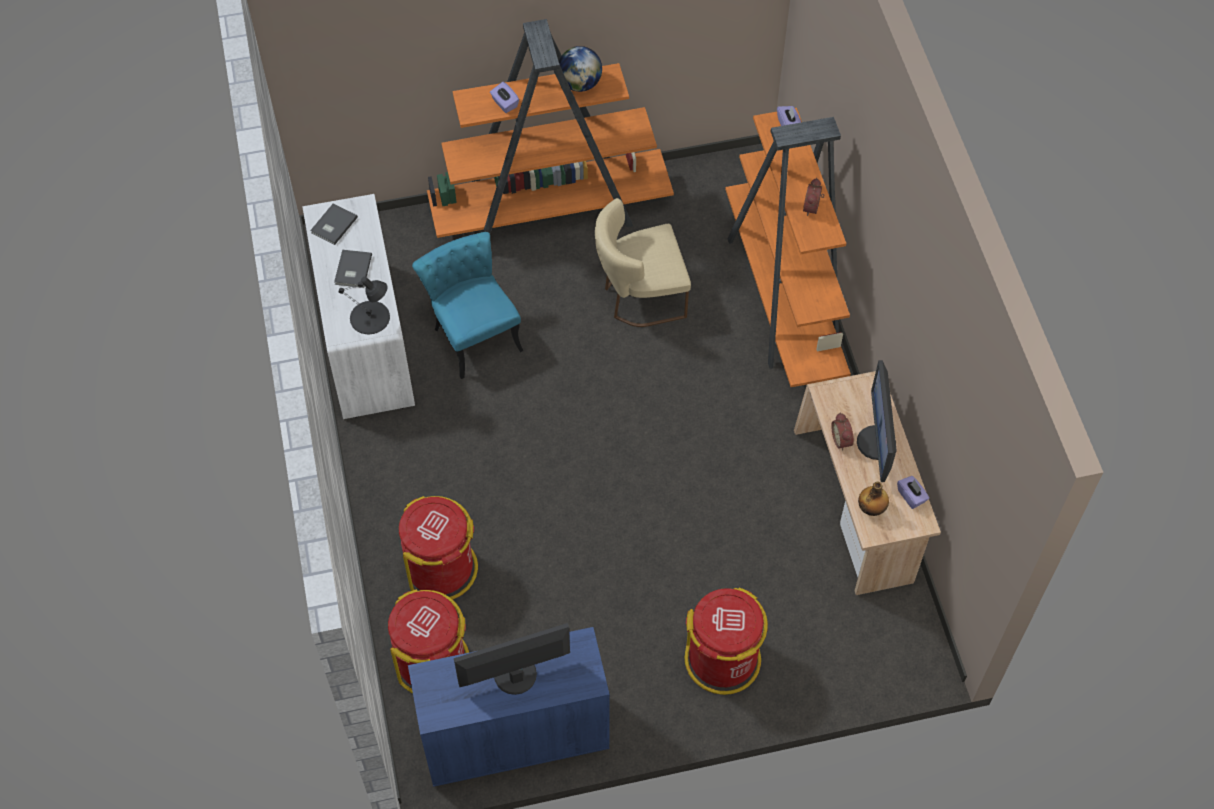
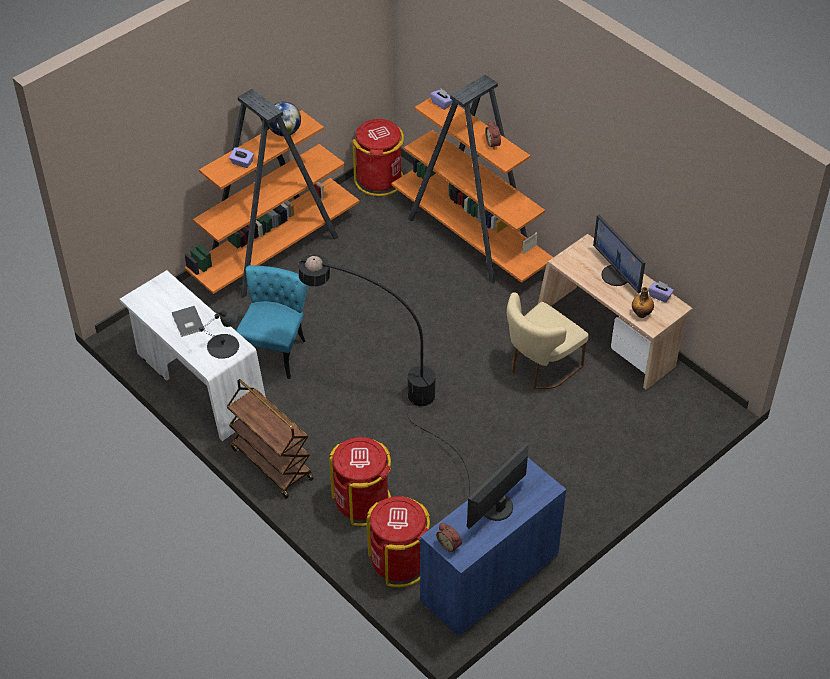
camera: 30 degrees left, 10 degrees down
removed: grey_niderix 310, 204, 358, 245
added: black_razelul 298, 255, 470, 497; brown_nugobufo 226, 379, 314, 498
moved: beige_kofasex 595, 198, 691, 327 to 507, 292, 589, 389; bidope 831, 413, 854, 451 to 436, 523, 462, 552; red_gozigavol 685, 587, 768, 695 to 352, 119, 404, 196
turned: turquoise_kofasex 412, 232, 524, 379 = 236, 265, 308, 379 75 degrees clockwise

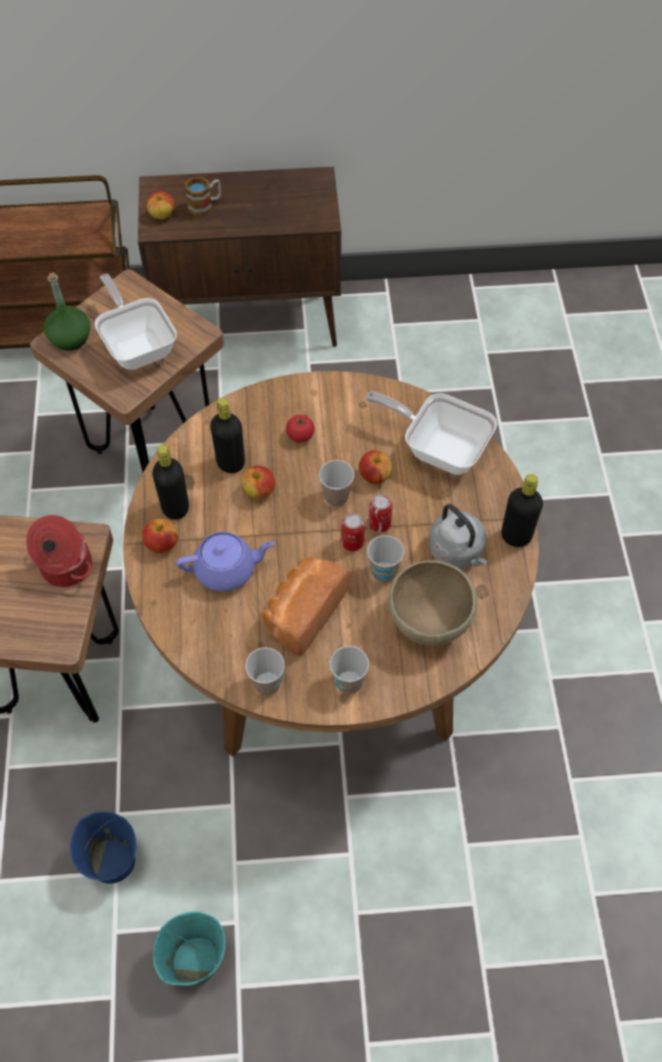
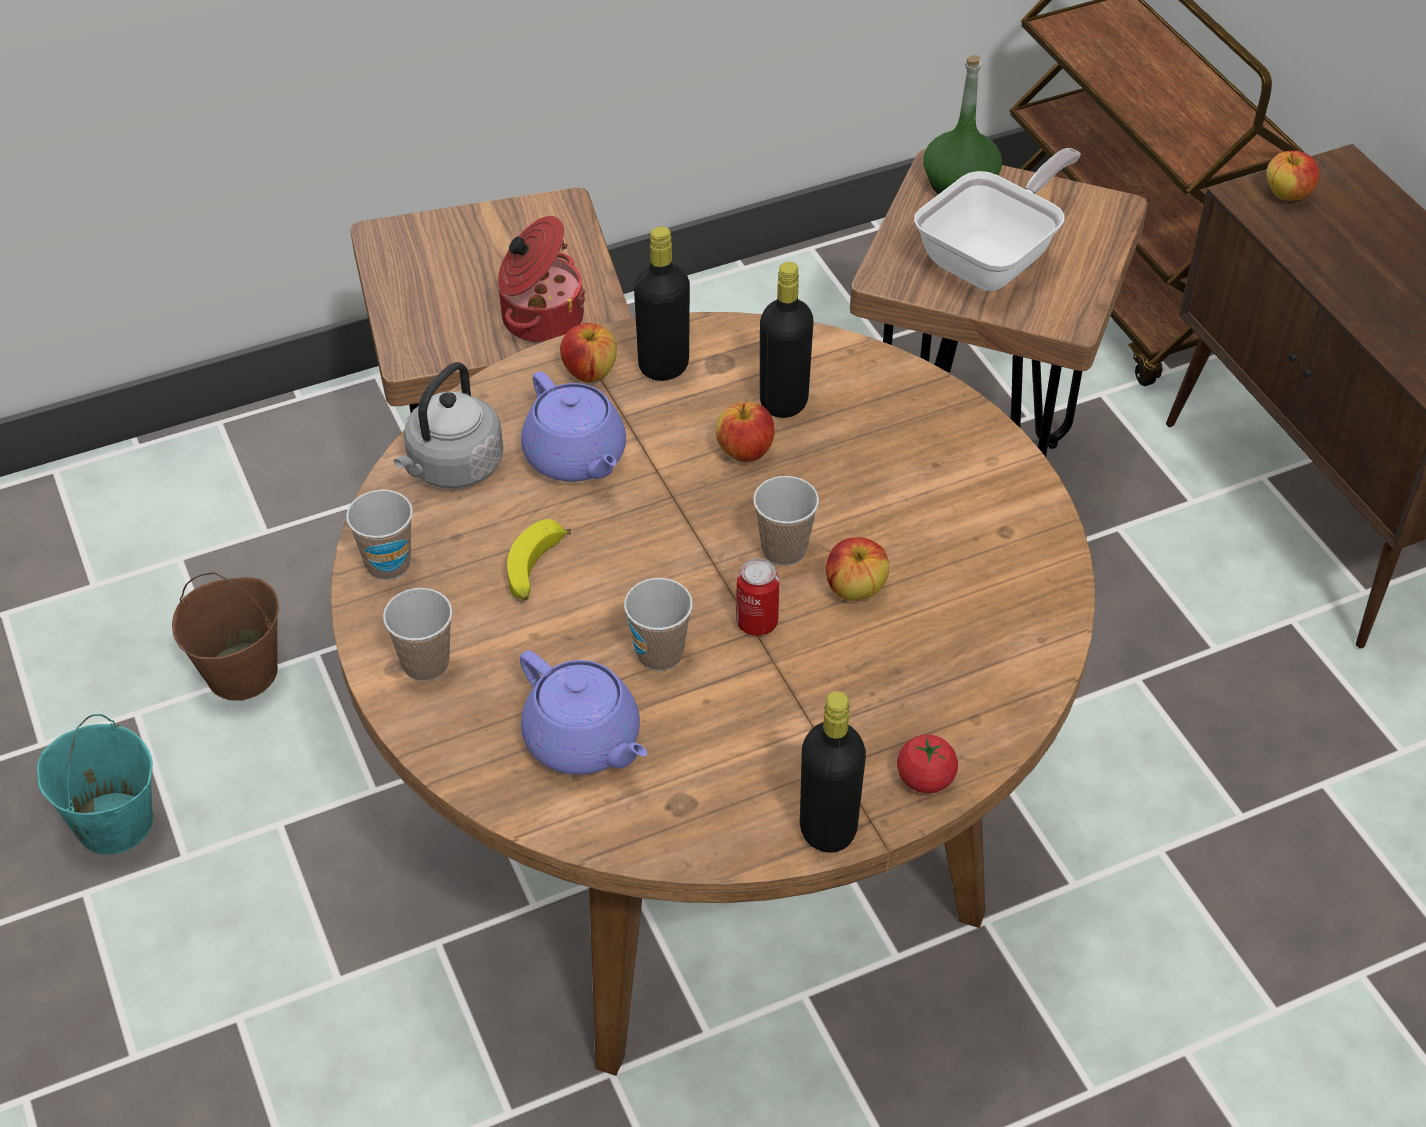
camera: 70 degrees right, 10 degrees down
removed: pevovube 185, 177, 221, 217; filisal 365, 391, 497, 475; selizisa 341, 513, 365, 551
moved: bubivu 286, 415, 315, 442 to 897, 735, 958, 793; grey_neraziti 429, 504, 488, 569 to 393, 362, 504, 488
replaced: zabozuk 262, 557, 350, 656 to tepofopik 507, 519, 571, 600; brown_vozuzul 388, 560, 477, 646 to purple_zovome 520, 651, 647, 775
recoloured: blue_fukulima 70, 812, 136, 884 to brown_fukulima 172, 572, 279, 701

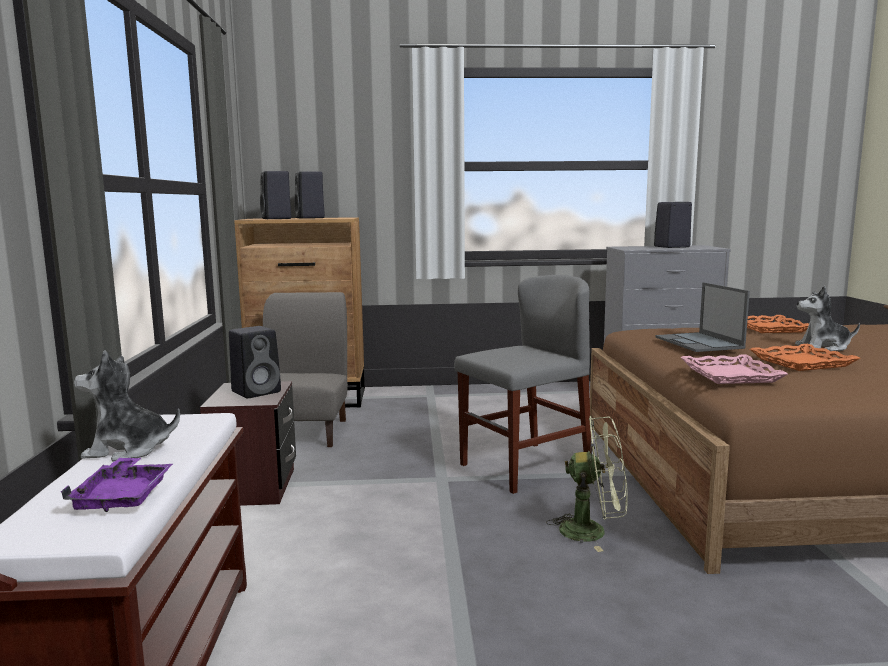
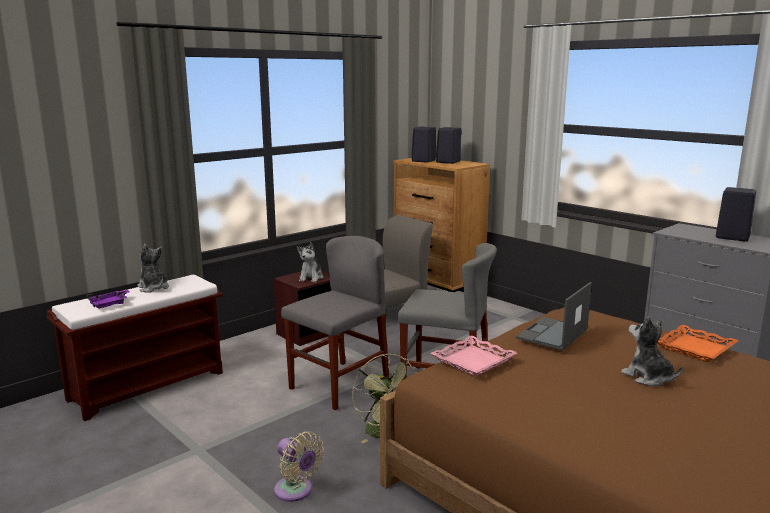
camera: 50 degrees right, 5 degrees up
removed: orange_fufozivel 750, 344, 860, 371
added: grey_kofasex 281, 236, 389, 410; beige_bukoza 274, 432, 324, 502
replaced: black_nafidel 229, 326, 281, 398 to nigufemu 297, 242, 324, 282

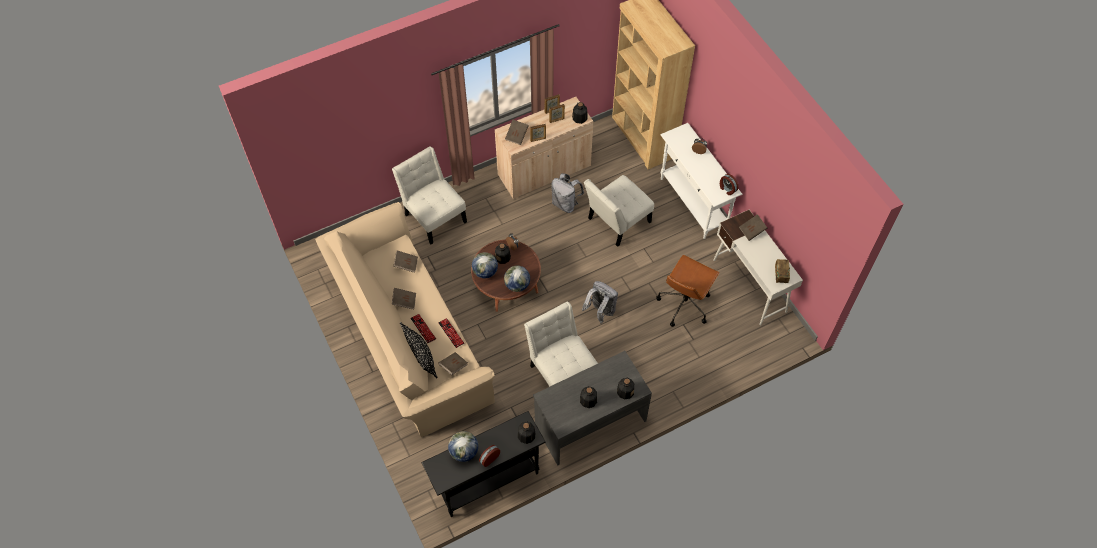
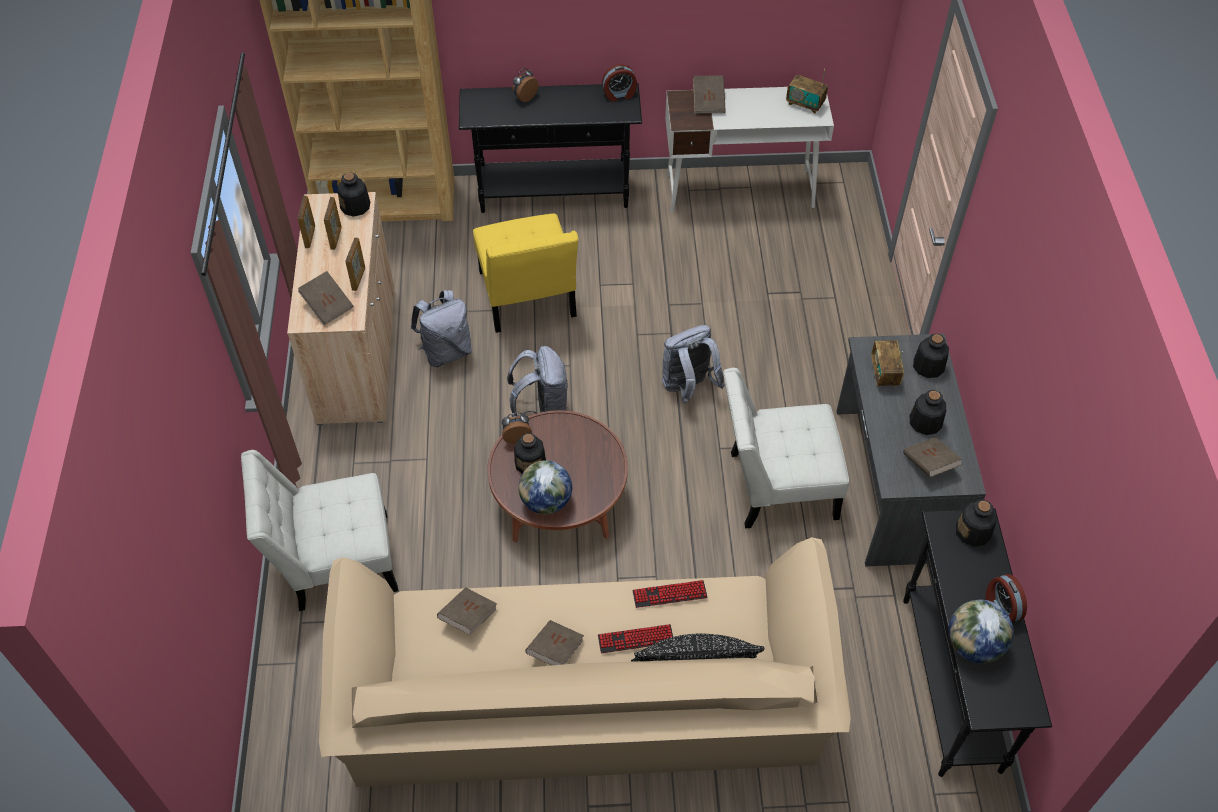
camera: 65 degrees left, 5 degrees down
removed: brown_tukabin 656, 255, 720, 327; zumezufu 504, 266, 530, 292
added: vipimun 871, 340, 904, 387; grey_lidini 507, 346, 568, 417
moved: brown_niderix 439, 352, 468, 375 to 903, 437, 962, 477
recoloured: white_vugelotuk 660, 123, 742, 239 to black_vugelotuk 459, 83, 642, 213; white_kofasex 584, 175, 654, 247 to yellow_kofasex 473, 214, 578, 333

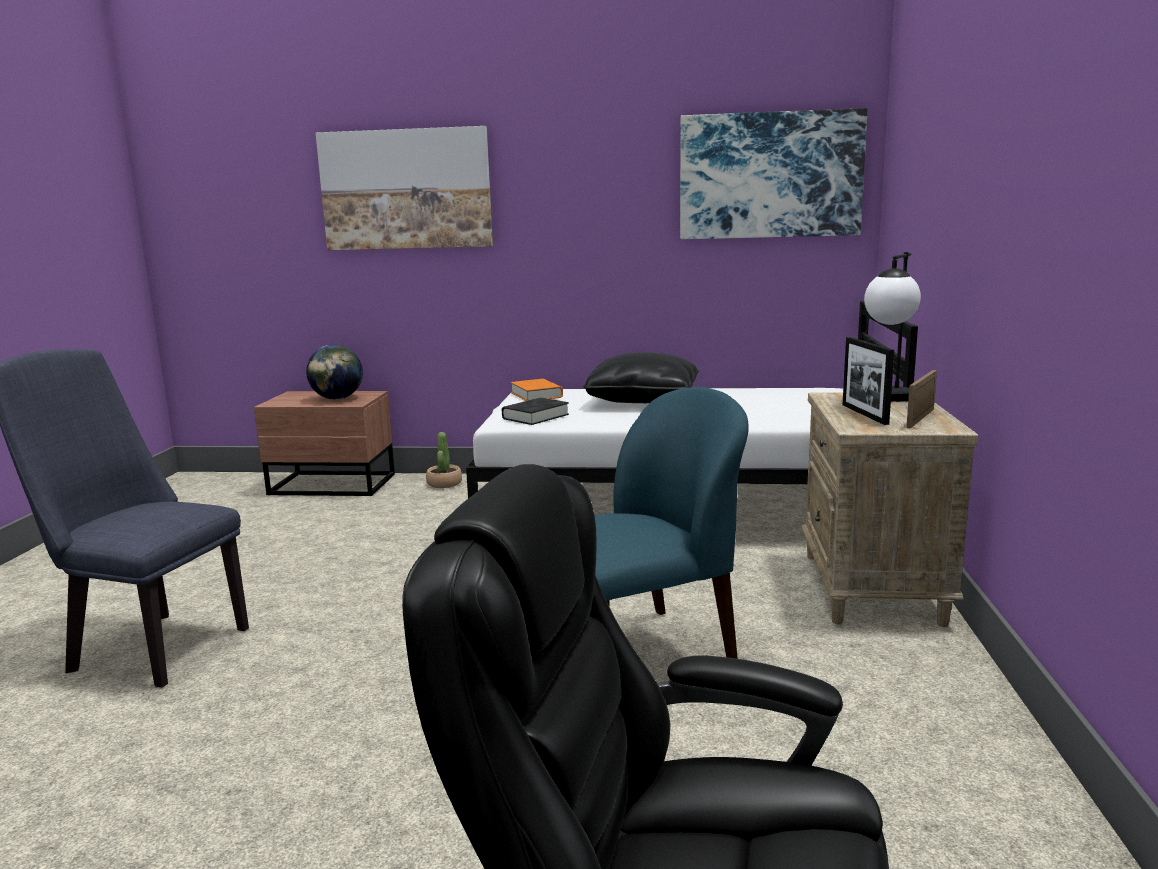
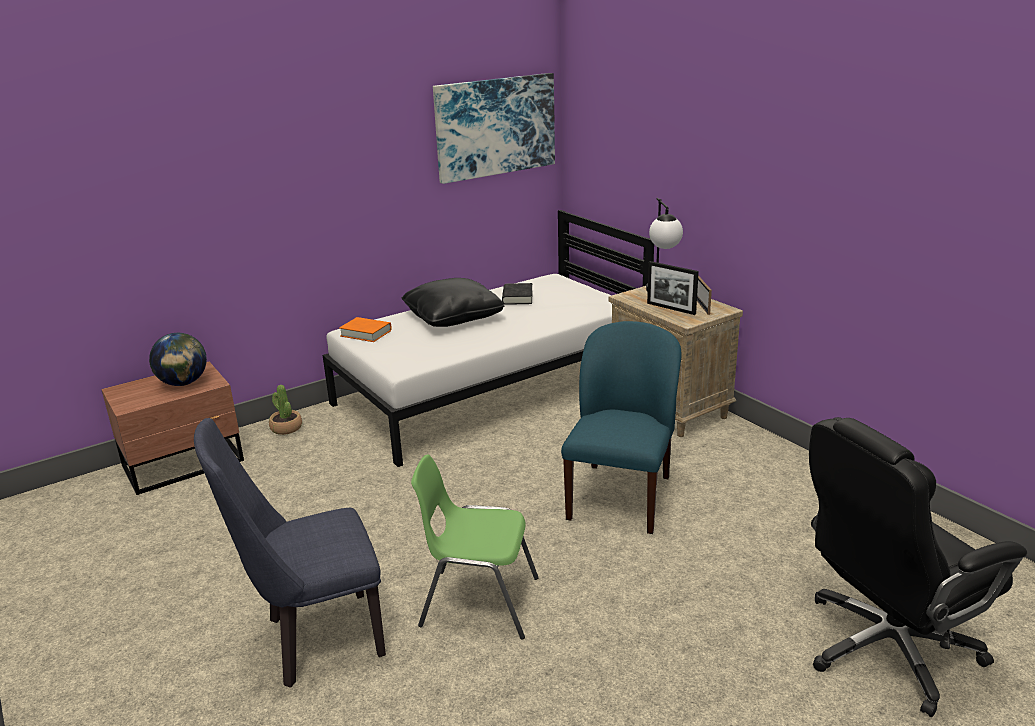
camera: 40 degrees left, 10 degrees up
removed: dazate 316, 126, 493, 250
added: green_kofasex 411, 454, 539, 640
moved: black_niderix 502, 398, 569, 425 to 502, 283, 533, 305

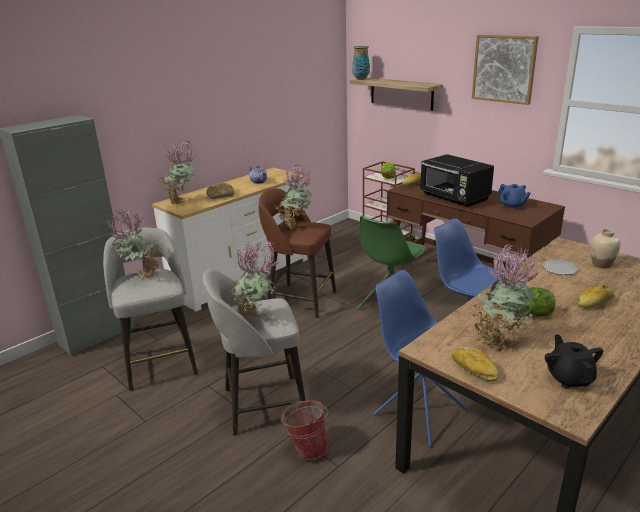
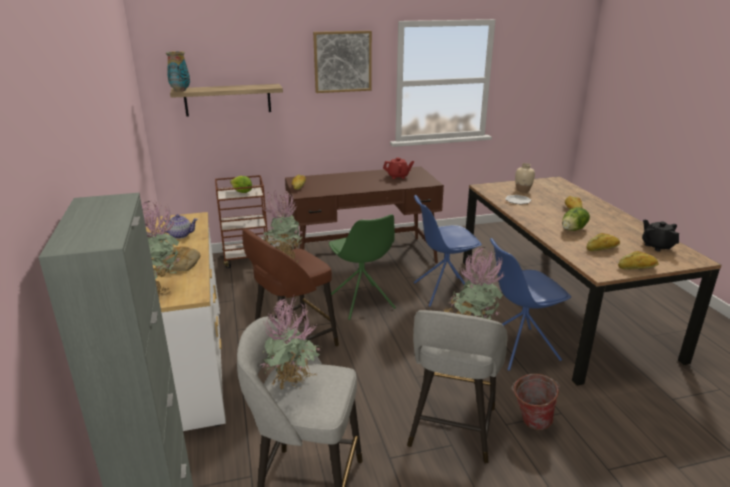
camera: 60 degrees left, 0 degrees up
removed: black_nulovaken 420, 154, 494, 207
replaced: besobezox 472, 244, 540, 352 to zabozuk 587, 233, 620, 251
recoloured: blue_zovome 498, 184, 531, 209 to red_zovome 383, 158, 414, 179
turned: black_zovome 545, 334, 603, 389 = 642, 220, 679, 251 45 degrees clockwise

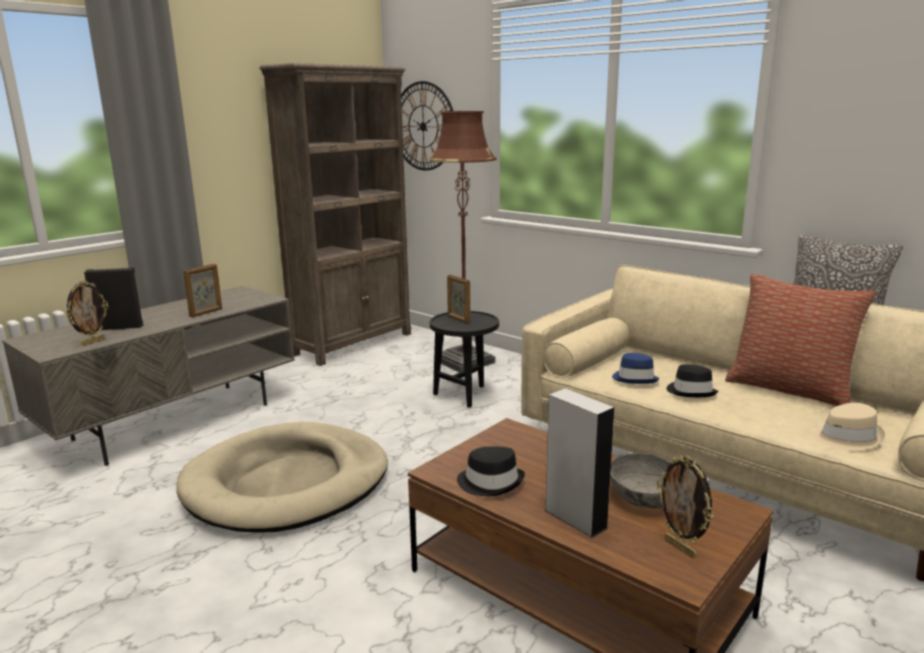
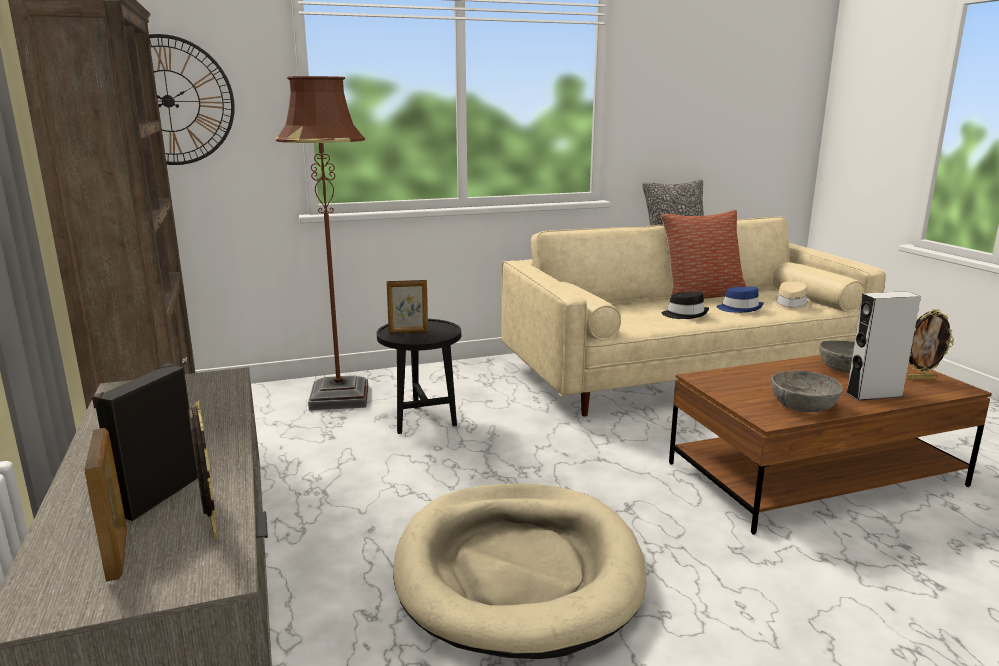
camera: 60 degrees left, 0 degrees up
moved: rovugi 183, 264, 222, 317 to 84, 428, 127, 582; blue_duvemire 612, 353, 660, 384 to 716, 287, 764, 313
replaced: black_duvemire 457, 446, 525, 496 to grey_vozuzul 771, 371, 843, 412

